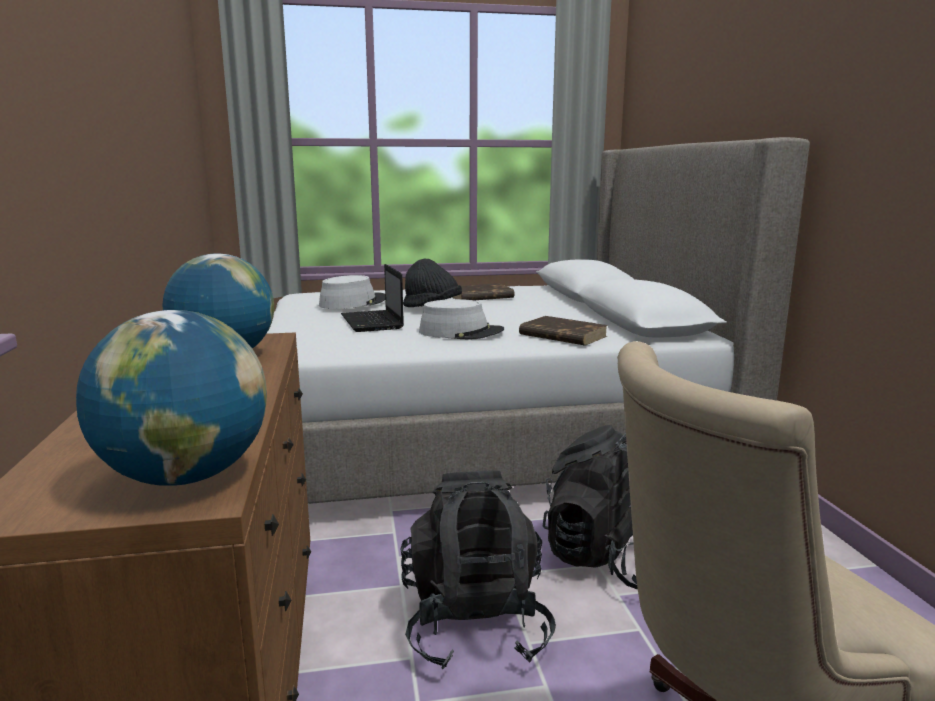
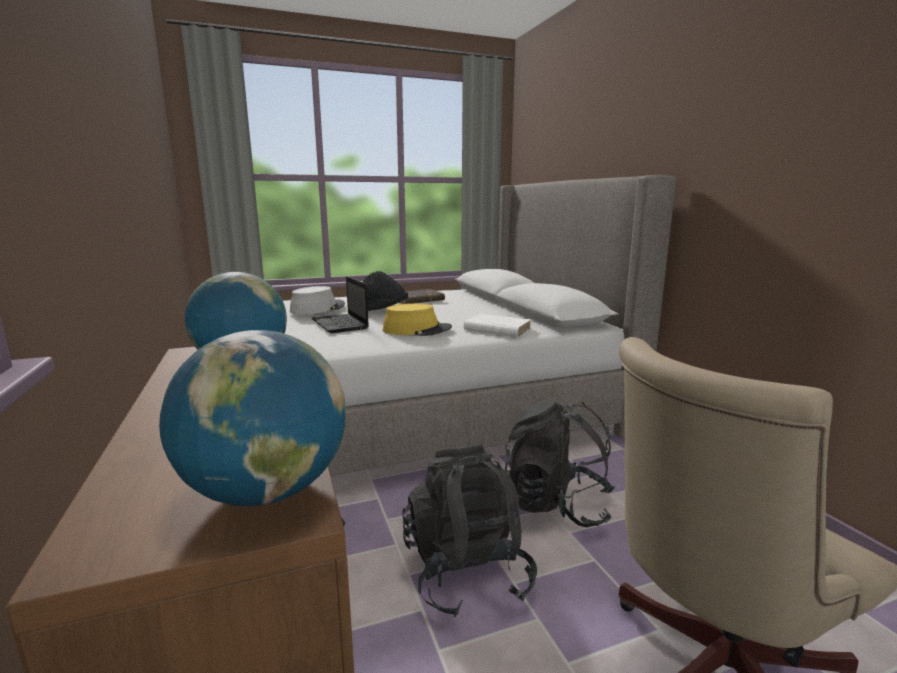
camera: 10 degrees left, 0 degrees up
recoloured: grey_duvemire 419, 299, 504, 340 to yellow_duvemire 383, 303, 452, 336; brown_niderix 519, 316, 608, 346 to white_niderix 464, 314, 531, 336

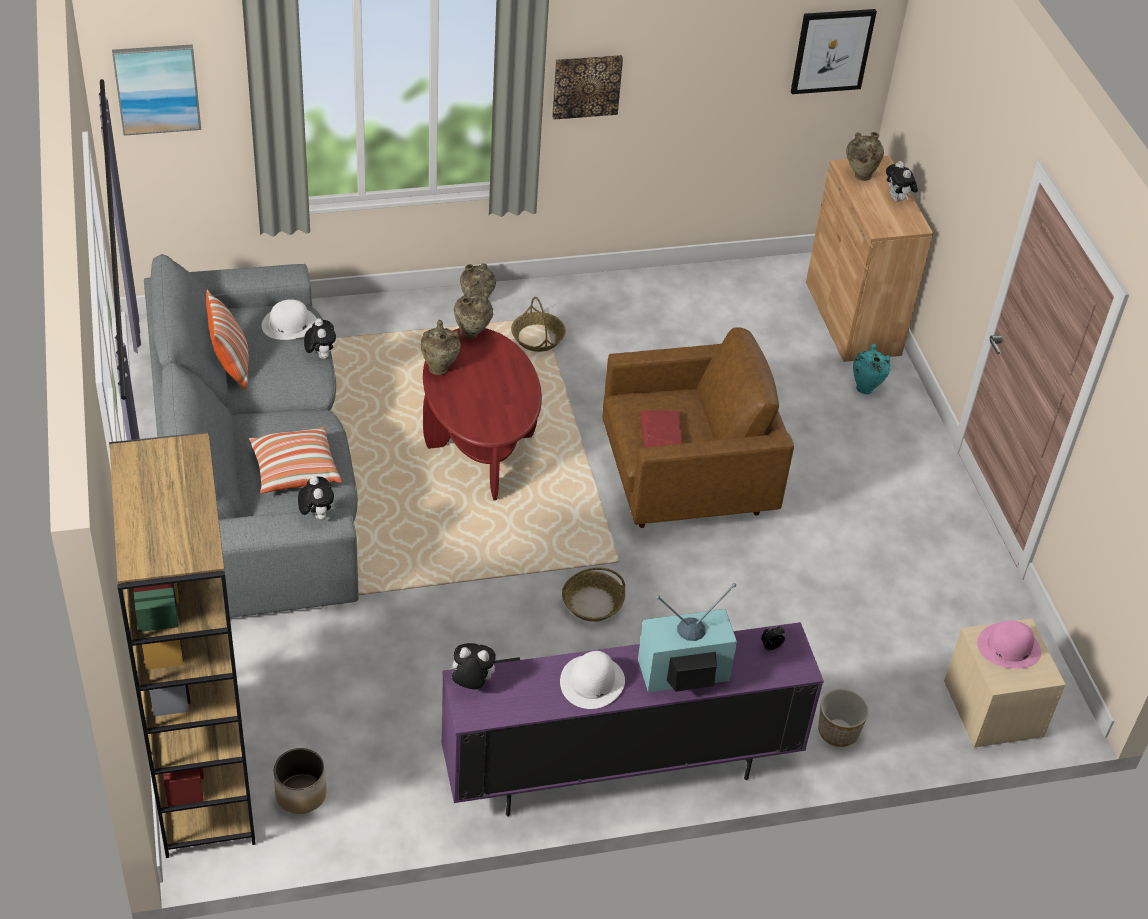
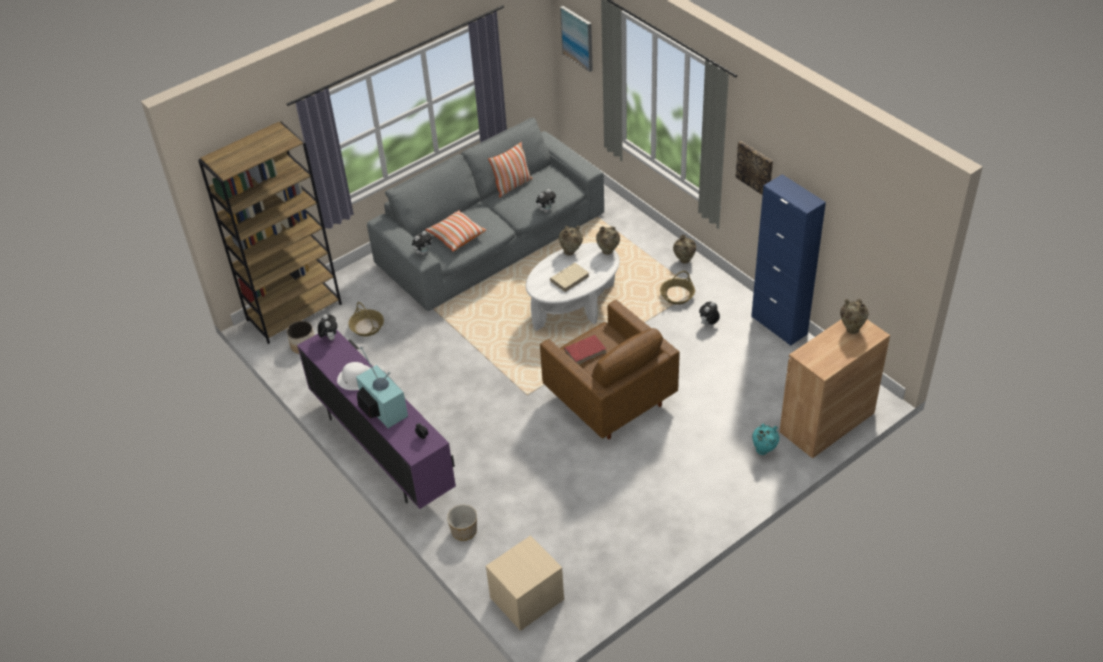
camera: 70 degrees right, 0 degrees up
removed: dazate 791, 9, 877, 94; white_duvemire 262, 299, 317, 340; pink_duvemire 977, 621, 1041, 669
added: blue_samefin 751, 174, 826, 346; beige_niderix 550, 263, 590, 292
moved: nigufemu 886, 161, 918, 202 to 699, 302, 720, 325; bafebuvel 562, 567, 625, 622 to 348, 302, 384, 336
recoloured: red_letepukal 423, 328, 542, 500 to white_letepukal 526, 243, 620, 331

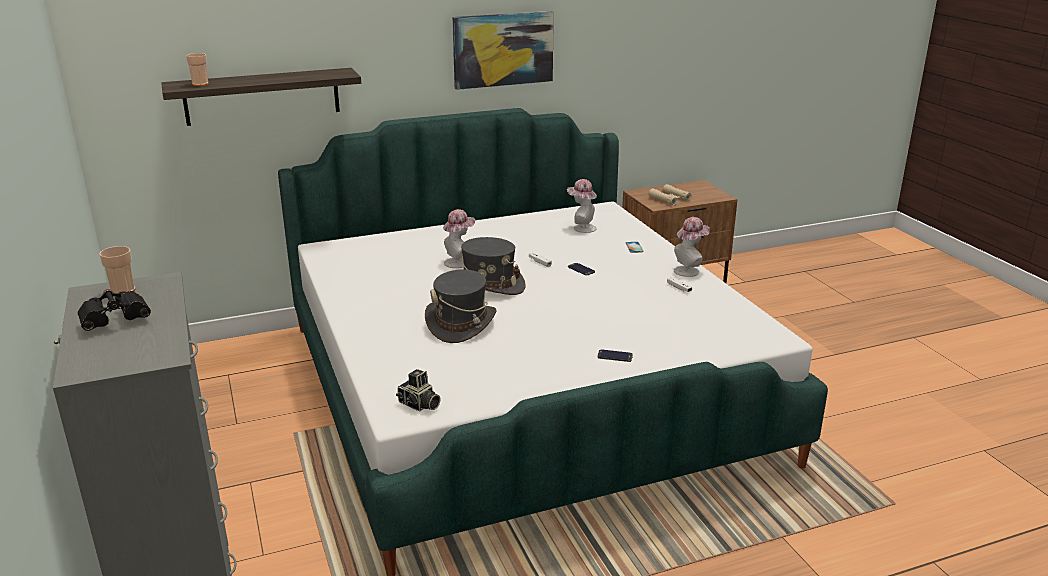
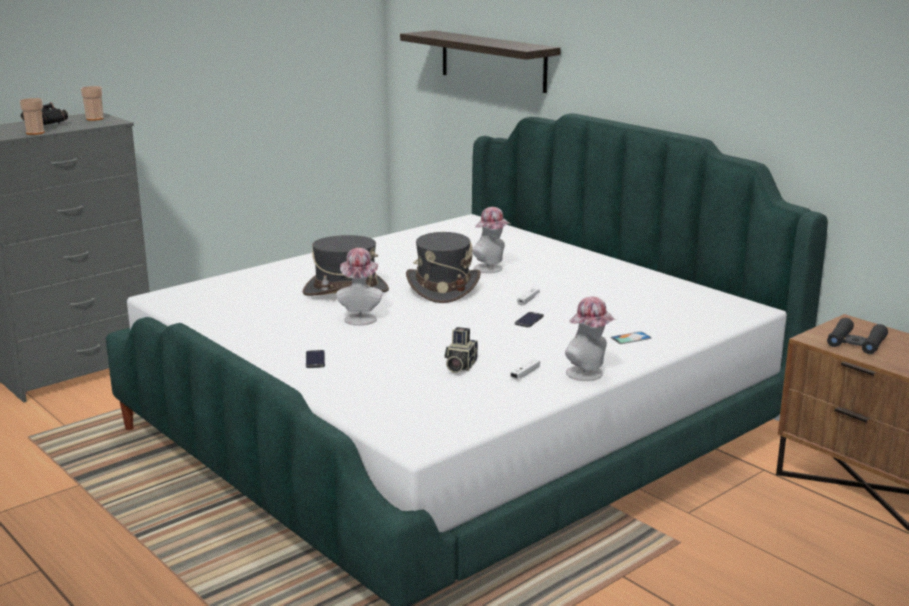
camera: 70 degrees right, 5 degrees down
removed: dazate 452, 11, 554, 90
moved: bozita 186, 53, 209, 86 to 19, 98, 44, 135; duvemire 567, 179, 597, 233 to 336, 248, 383, 326; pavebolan 396, 369, 441, 411 to 445, 327, 478, 373
recoloured: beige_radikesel 648, 184, 691, 205 to black_radikesel 827, 318, 888, 354

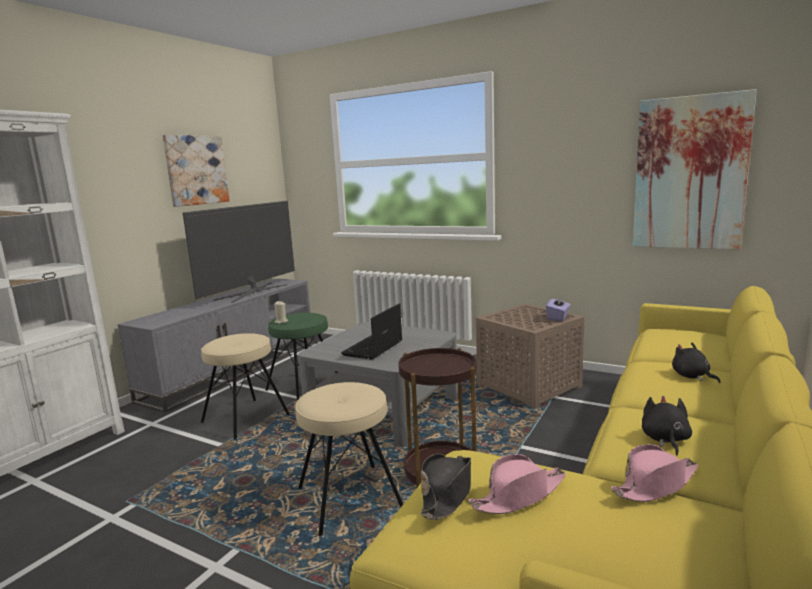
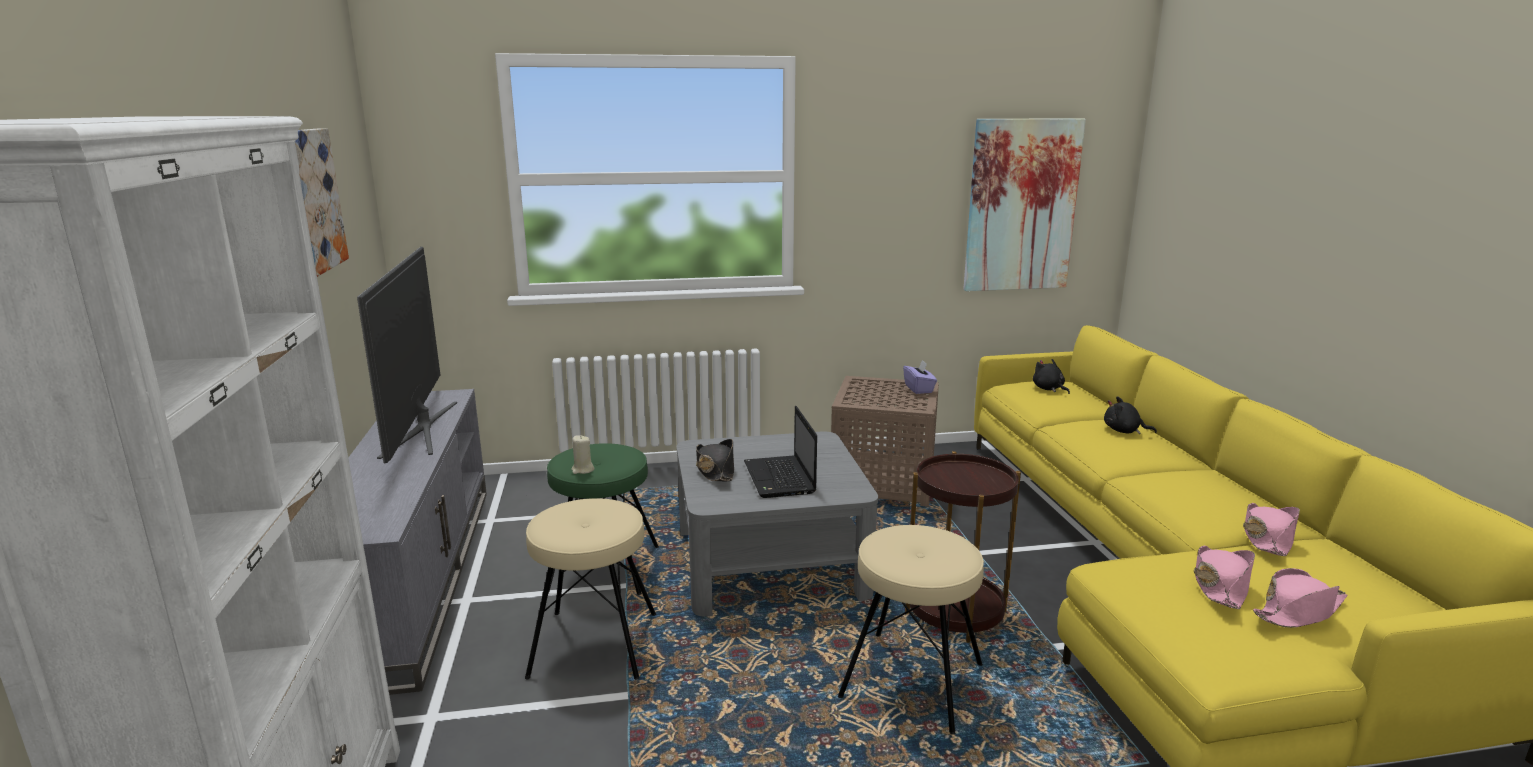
camera: 40 degrees left, 5 degrees up
added: pink_duvemire 1253, 568, 1347, 628
moved: black_nigufemu 642, 396, 692, 455 to 1033, 359, 1070, 394; black_duvemire 420, 453, 471, 520 to 696, 439, 734, 481

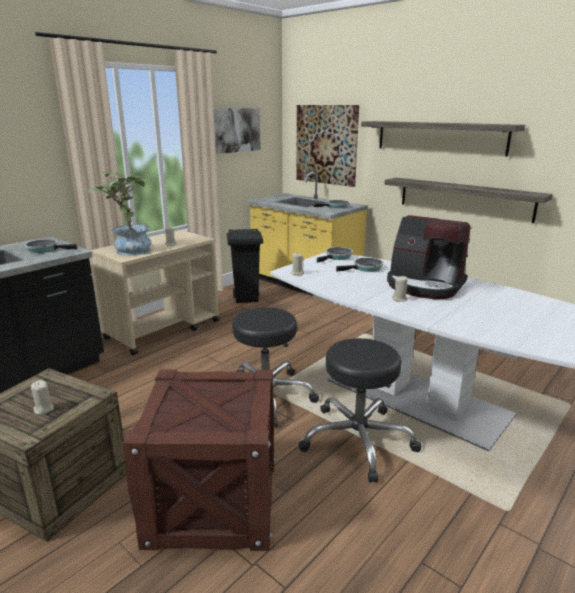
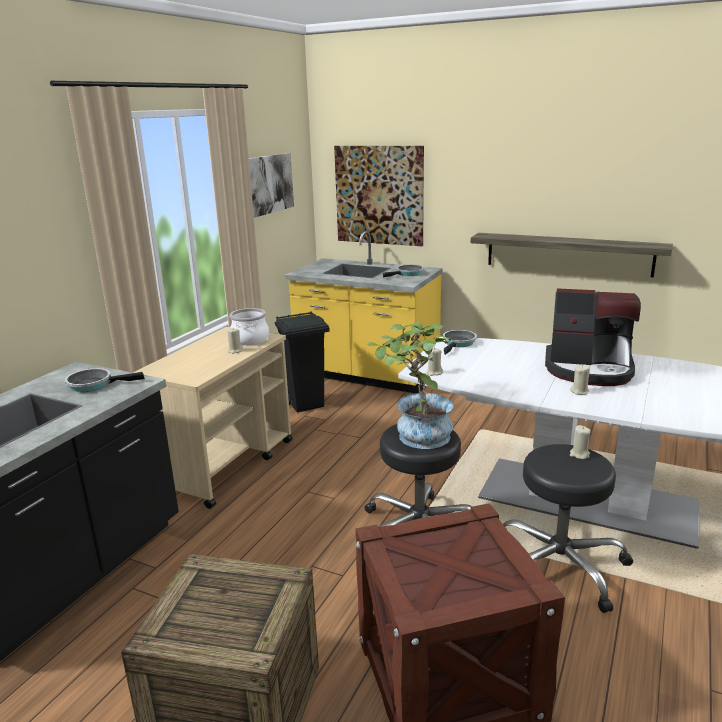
camera: 15 degrees left, 0 degrees up
removed: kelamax 361, 121, 525, 157; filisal 336, 258, 384, 272
added: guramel 230, 308, 269, 345
moved: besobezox 88, 171, 152, 256 to 367, 322, 454, 449; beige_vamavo 31, 380, 54, 415 to 570, 425, 591, 459

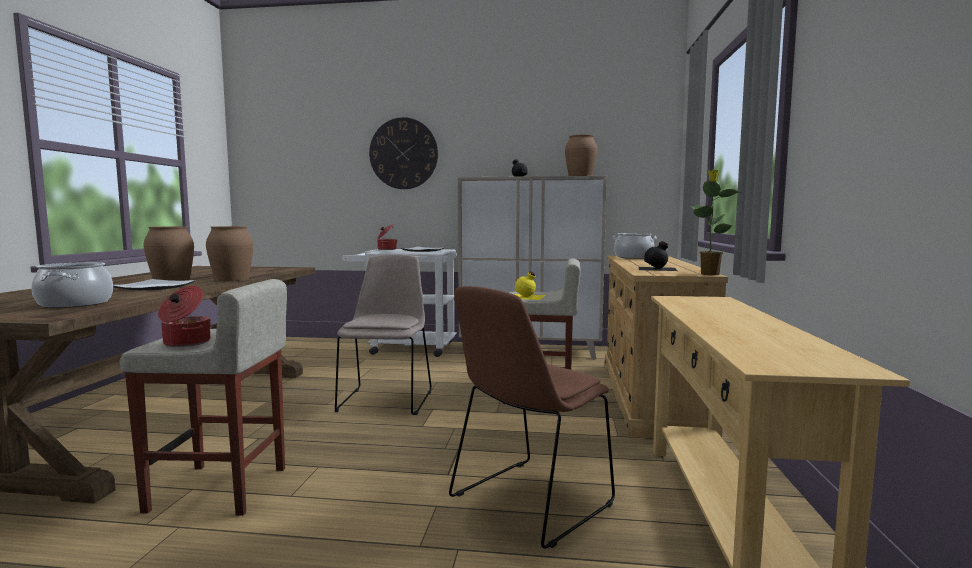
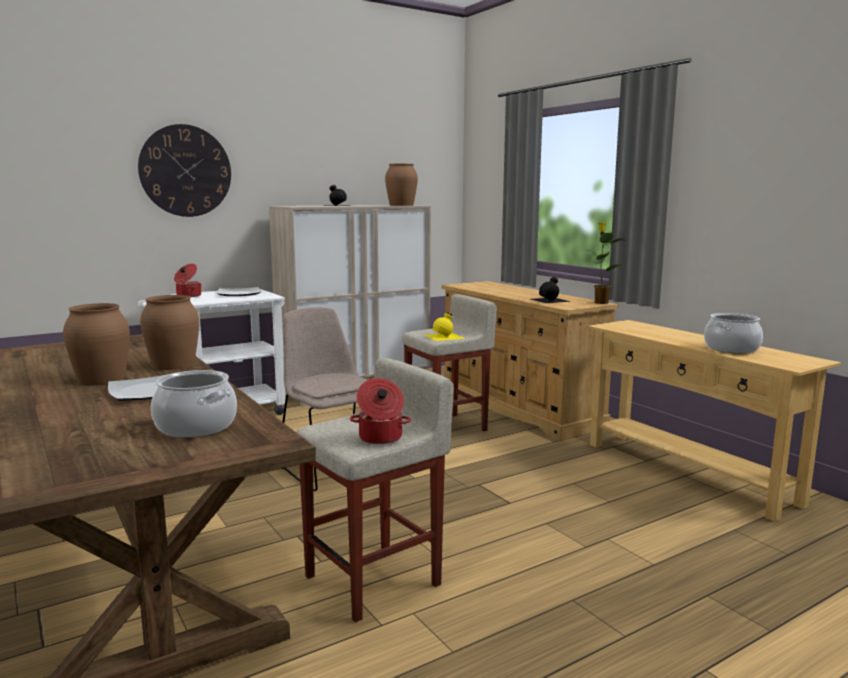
camera: 40 degrees left, 5 degrees up
removed: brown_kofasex 449, 286, 615, 549
moved: guramel 612, 233, 657, 259 to 704, 313, 763, 354

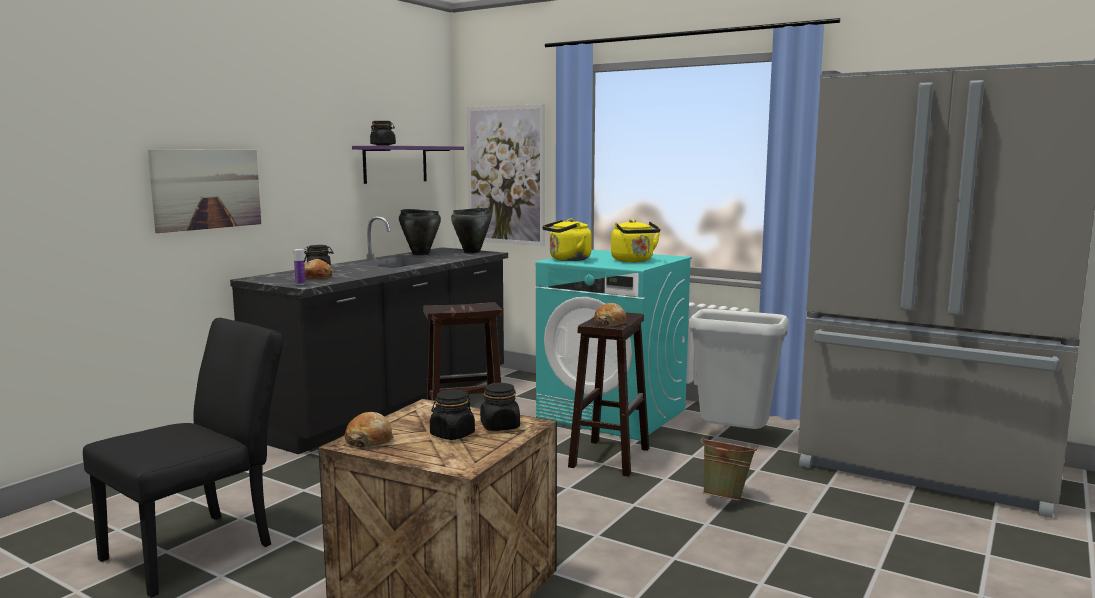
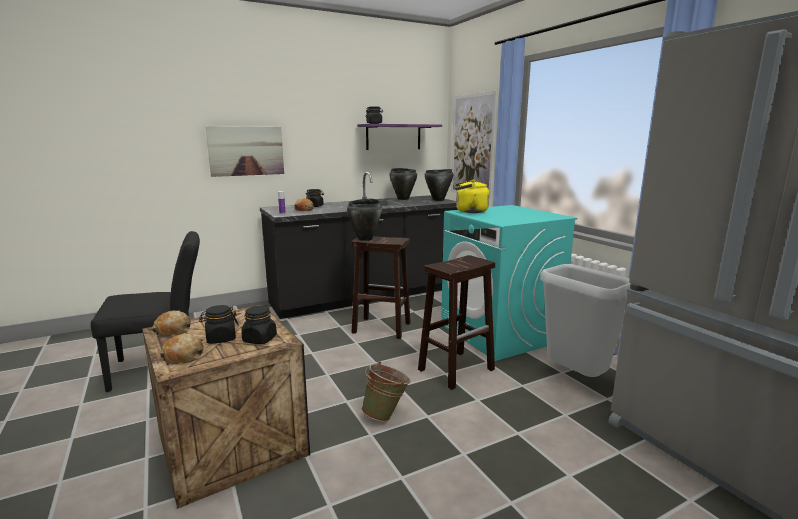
camera: 30 degrees right, 5 degrees up
removed: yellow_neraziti 611, 219, 660, 262
added: black_guramel 347, 199, 382, 241
moved: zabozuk 594, 303, 626, 326 to 160, 334, 204, 364; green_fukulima 700, 436, 758, 501 to 361, 361, 410, 422

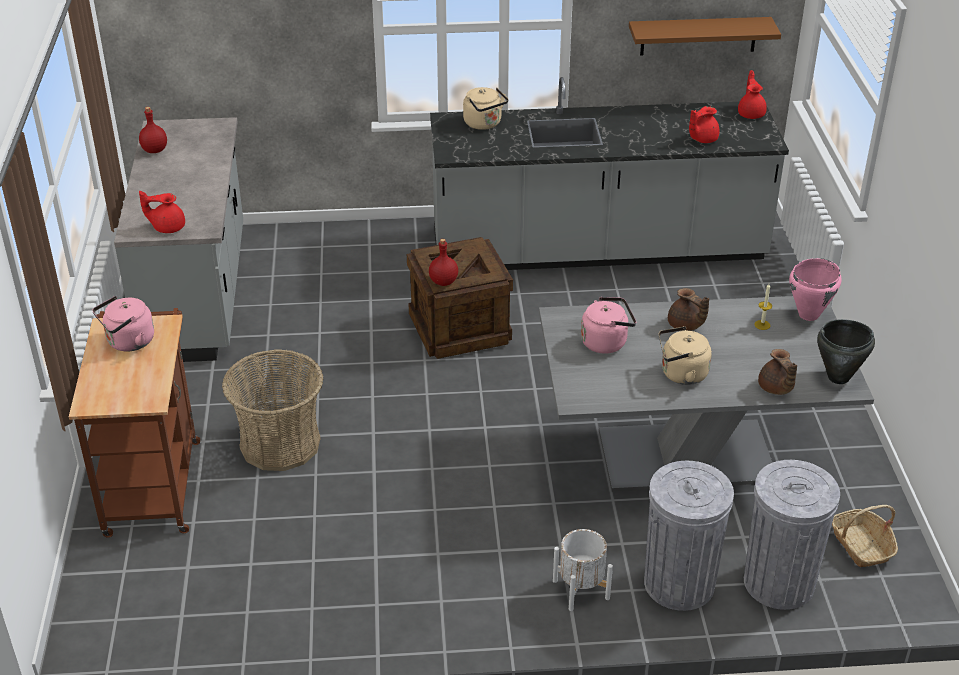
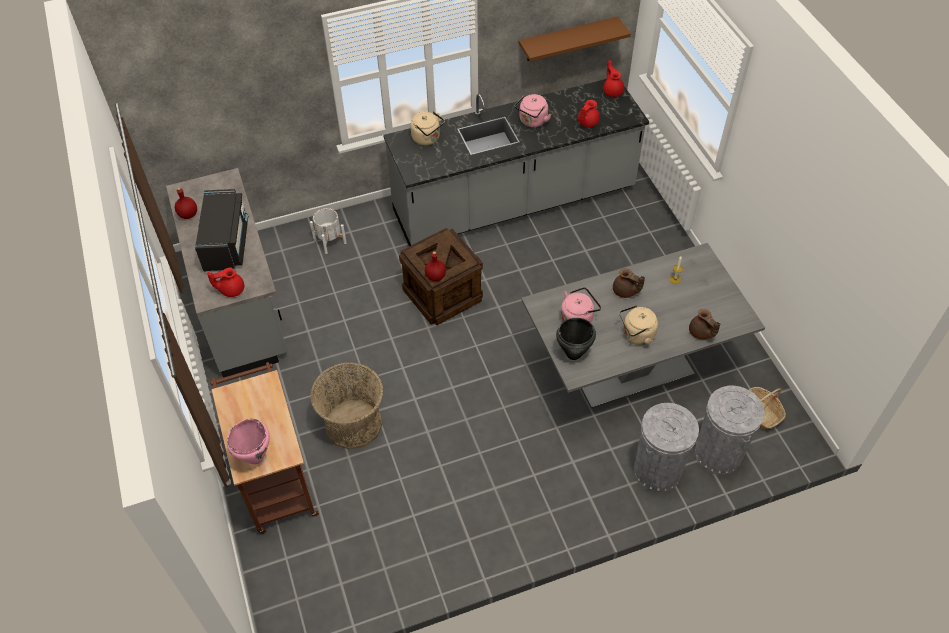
camera: 15 degrees left, 15 degrees up
added: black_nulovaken 195, 189, 248, 272
moved: pink_guramel 789, 258, 841, 321 to 227, 419, 270, 465; pink_neraziti 92, 296, 154, 352 to 515, 94, 552, 127; black_guramel 817, 319, 875, 384 to 556, 318, 596, 360; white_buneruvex 553, 529, 613, 611 to 310, 208, 347, 254

